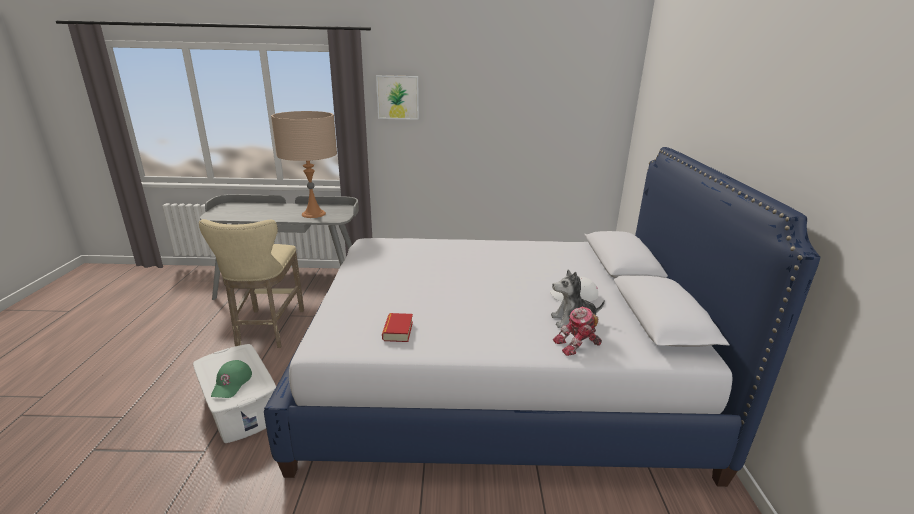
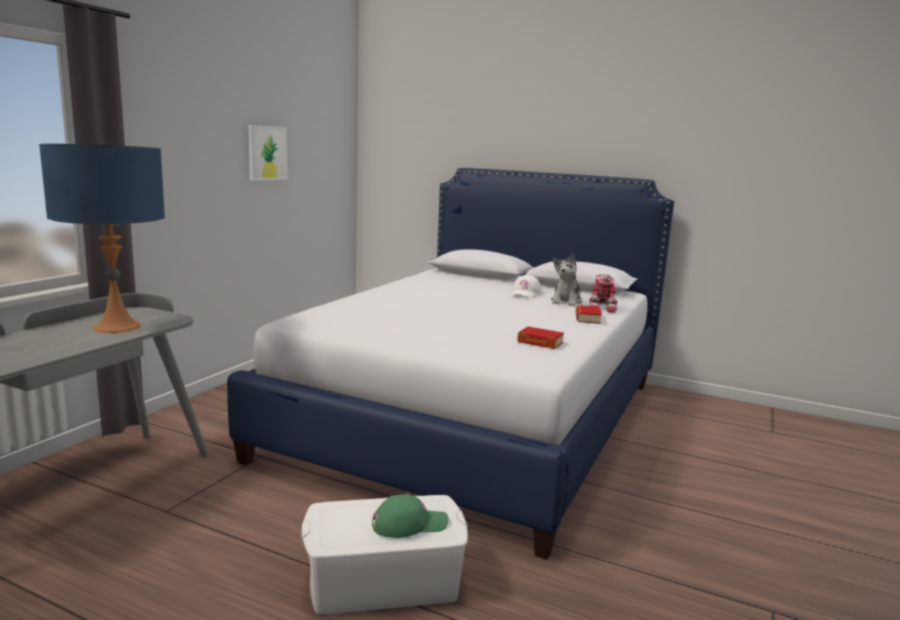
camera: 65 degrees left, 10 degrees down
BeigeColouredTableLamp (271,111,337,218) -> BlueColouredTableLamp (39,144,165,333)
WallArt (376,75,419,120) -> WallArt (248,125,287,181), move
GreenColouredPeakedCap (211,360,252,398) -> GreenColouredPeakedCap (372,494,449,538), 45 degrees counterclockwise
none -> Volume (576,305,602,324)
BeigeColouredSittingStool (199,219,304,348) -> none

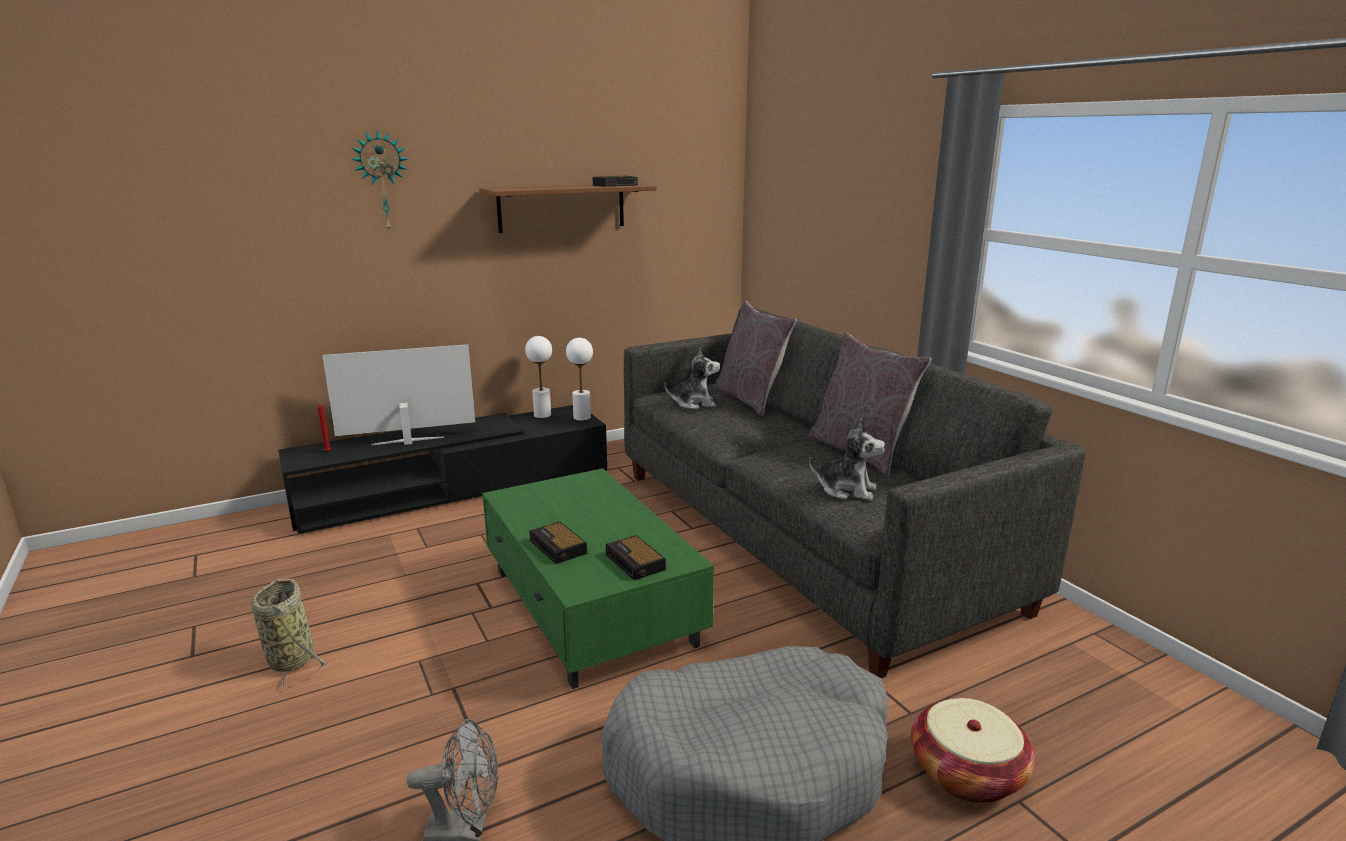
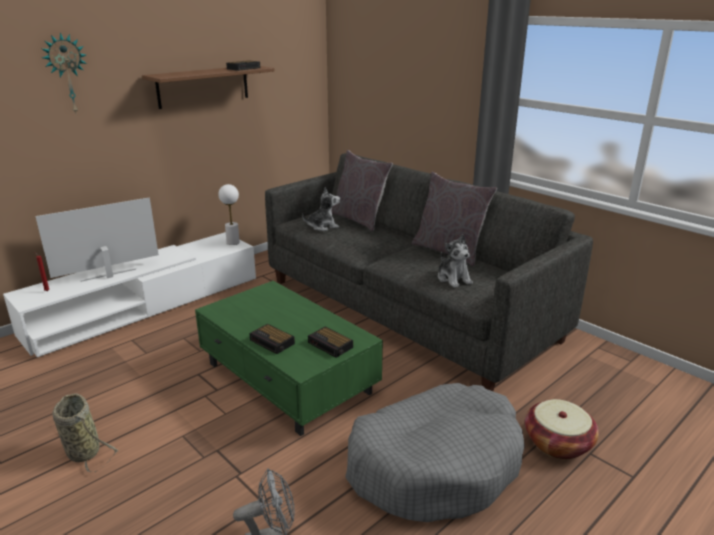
camera: 15 degrees left, 5 degrees up
BlackishMediaConsole (278,405,607,534) -> WhiteMediaConsole (3,232,256,357)
CuddlyToy (809,419,885,500) -> CuddlyToy (438,234,473,288), 60 degrees clockwise
WhiteTableLamp (525,336,552,418) -> none

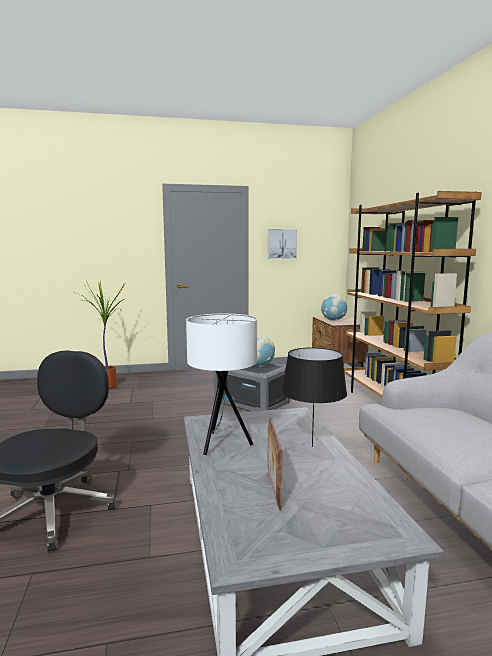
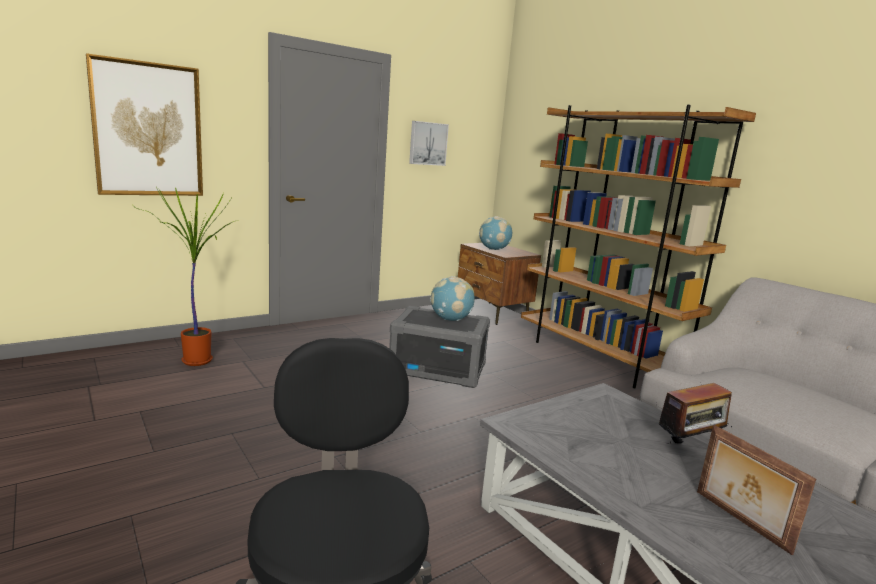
camera: 25 degrees left, 5 degrees up
none -> WallArt (86,53,203,196)
BlackishTableLamp (282,348,347,447) -> Radio (658,382,732,444)
WhiteTableLamp (186,313,257,455) -> none

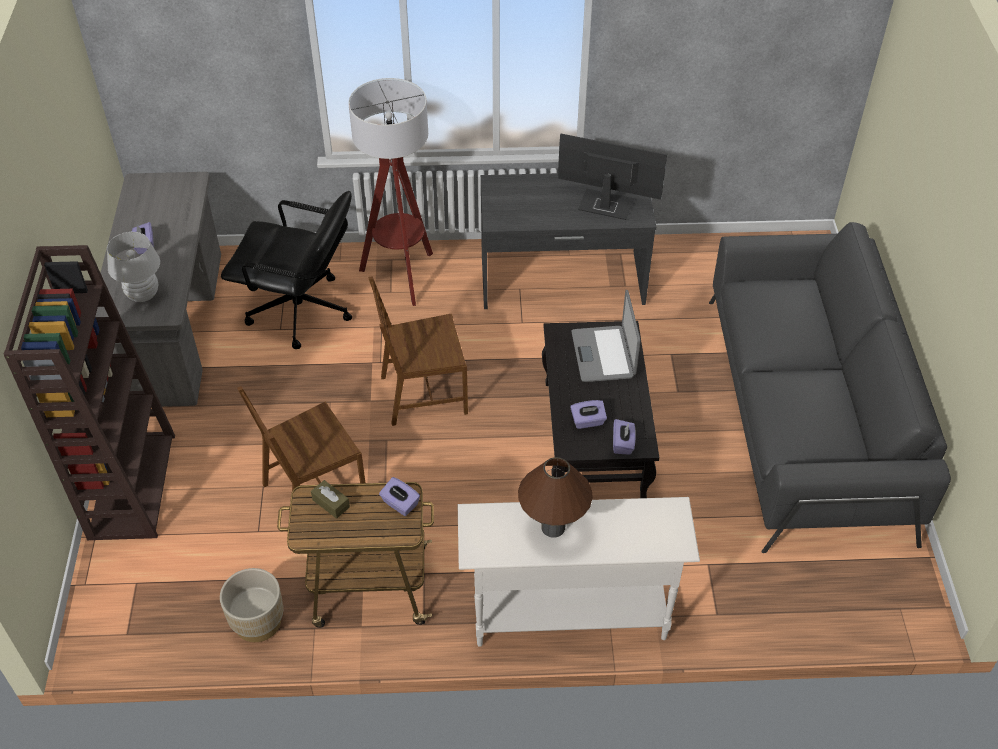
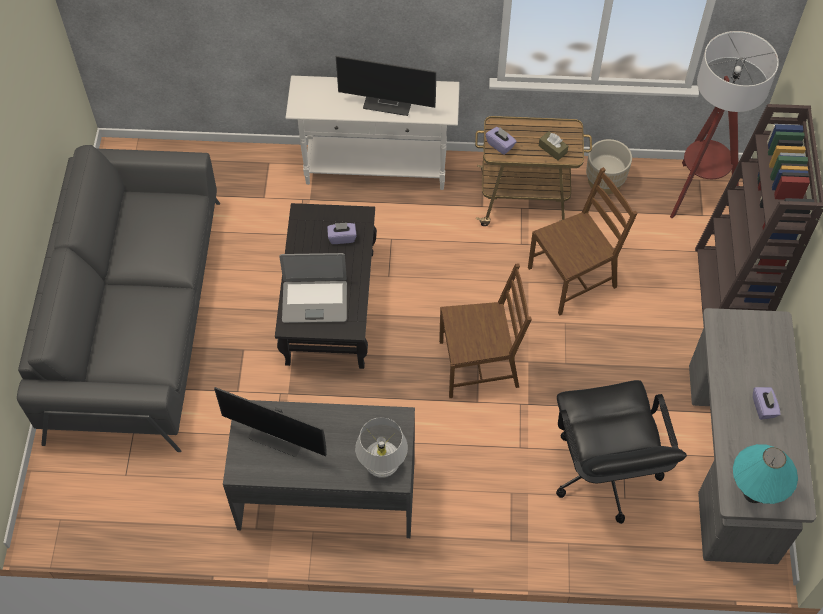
camera: 175 degrees left, 10 degrees up
NotebookComputer (571,290,641,382) -> NotebookComputer (279,253,347,323), 90 degrees clockwise
BrownTableLamp (518,457,593,538) -> ComputerScreen (336,56,436,116)
WhiteTableLamp (107,232,160,302) -> WhiteTableLamp (355,417,408,478), move
BlackishComputerChair (221,191,352,349) -> BlackishComputerChair (556,380,687,524), 120 degrees counterclockwise
StandardLamp (348,78,433,306) -> StandardLamp (670,31,779,218), move
none -> BlueGreenTableLamp (733,444,798,504)
PurpleTissueHolder (613,419,636,455) -> none

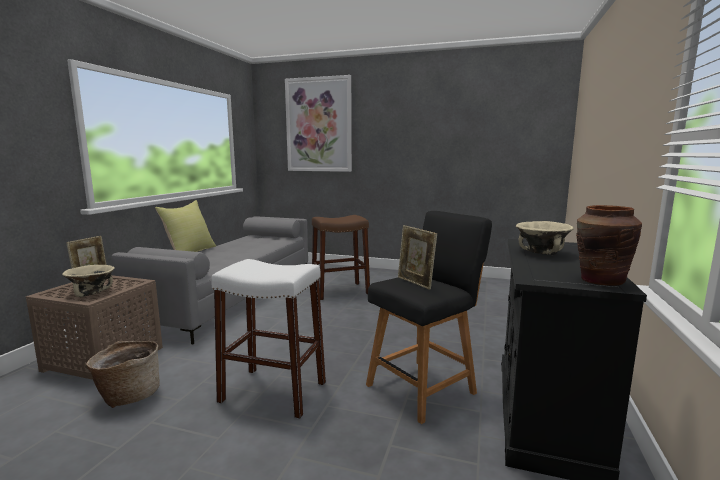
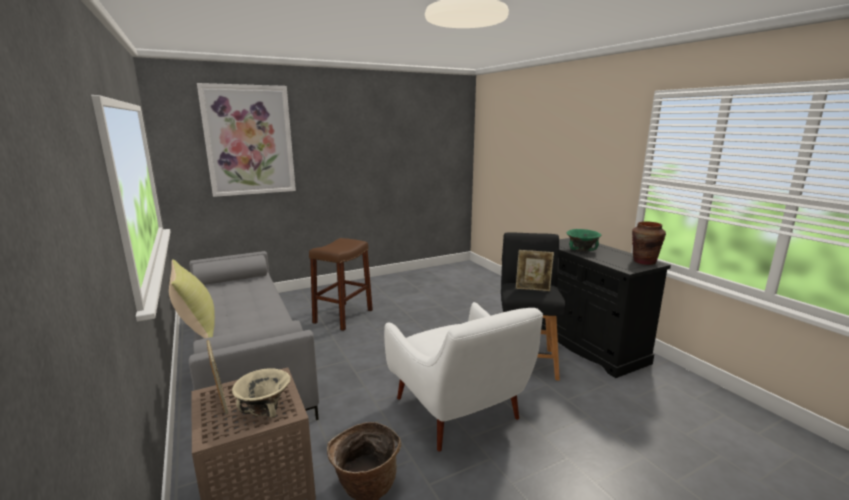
camera: 45 degrees left, 5 degrees up
WhiteSittingStool (211,259,326,419) -> WhiteEasyChair (384,302,543,451)
BeigeColouredBowl (516,221,574,255) -> GreenColouredBowl (566,229,601,251)

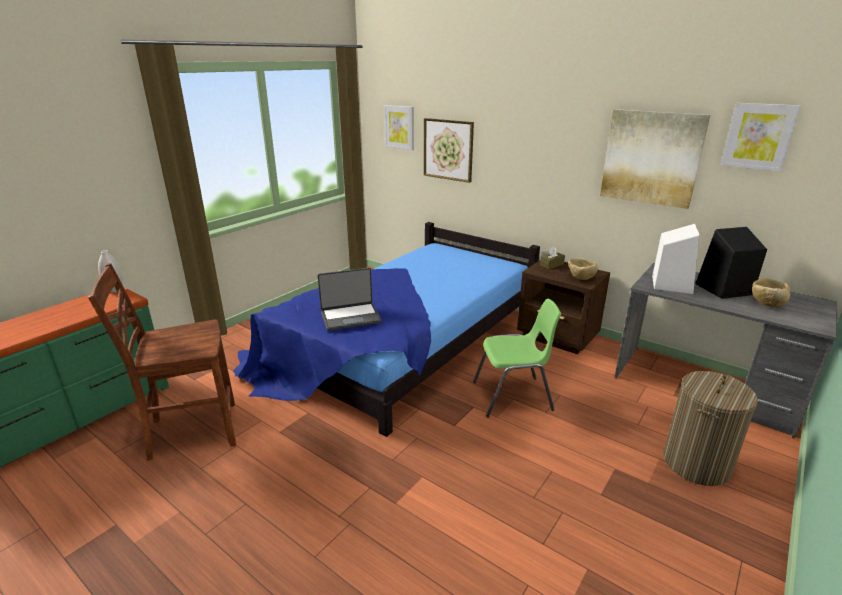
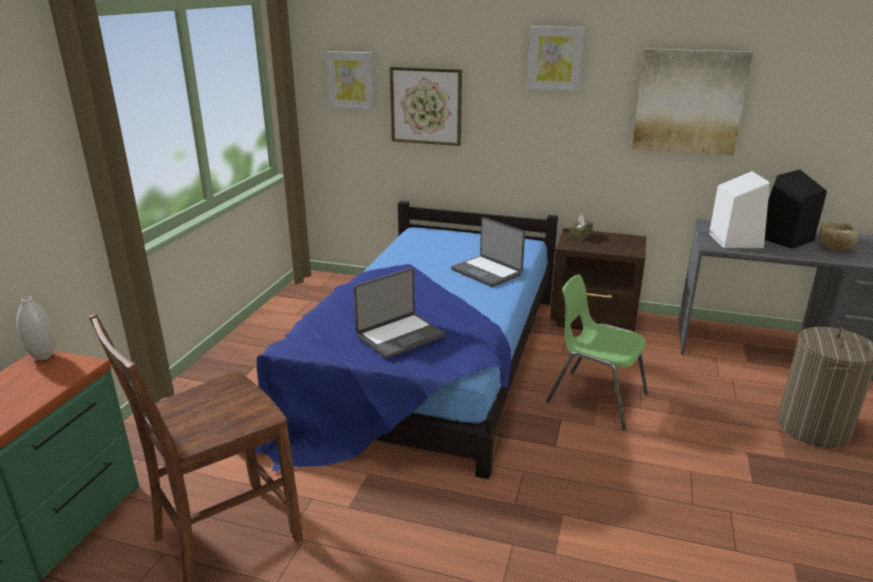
camera: 20 degrees left, 0 degrees up
none -> NotebookComputer (451,217,525,287)
WallArt (721,103,801,172) -> WallArt (527,26,585,91), move
GreenColouredPlainChair (473,299,561,418) -> GreenColouredPlainChair (546,274,648,430), 120 degrees counterclockwise
BeigeColouredBowl (568,258,598,280) -> none

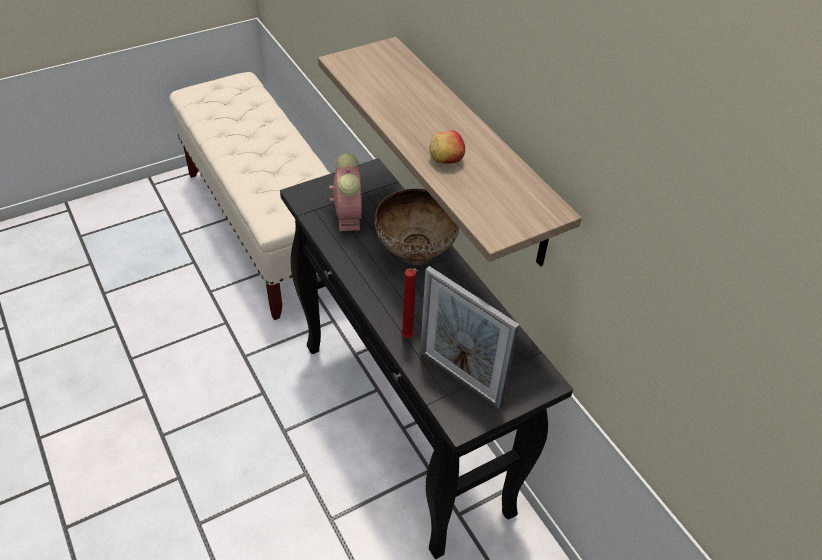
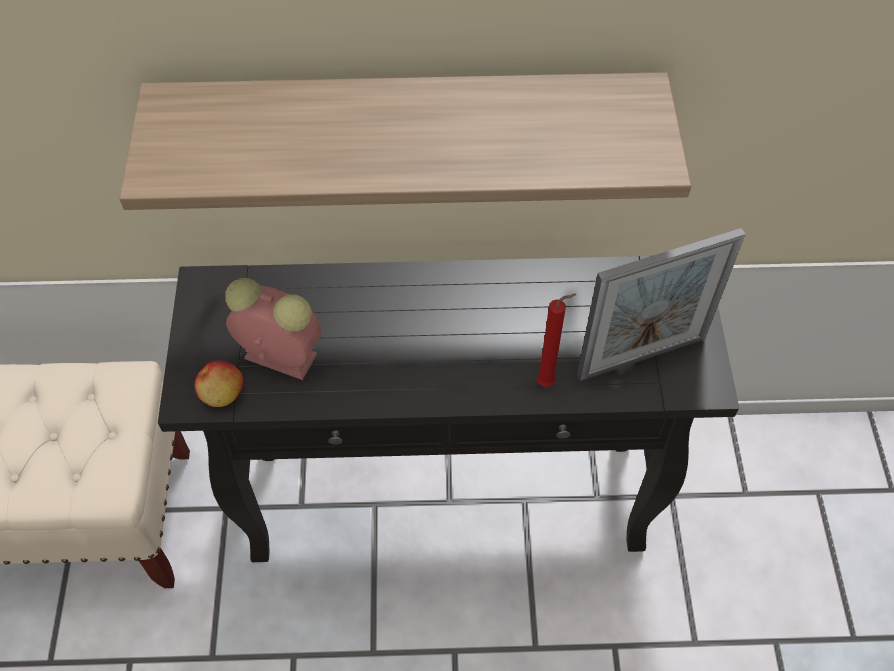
camera: 60 degrees left, 10 degrees up
WholeApple (429,130,465,164) -> WholeApple (195,361,243,407), move
Bowl (375,188,459,265) -> none

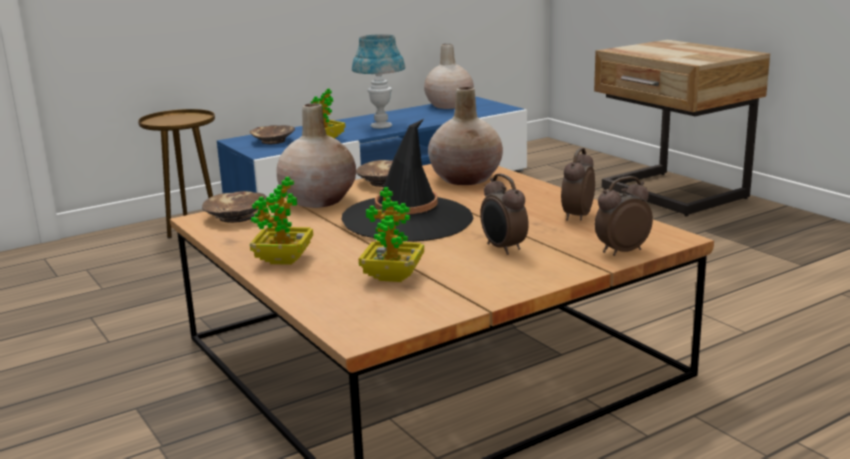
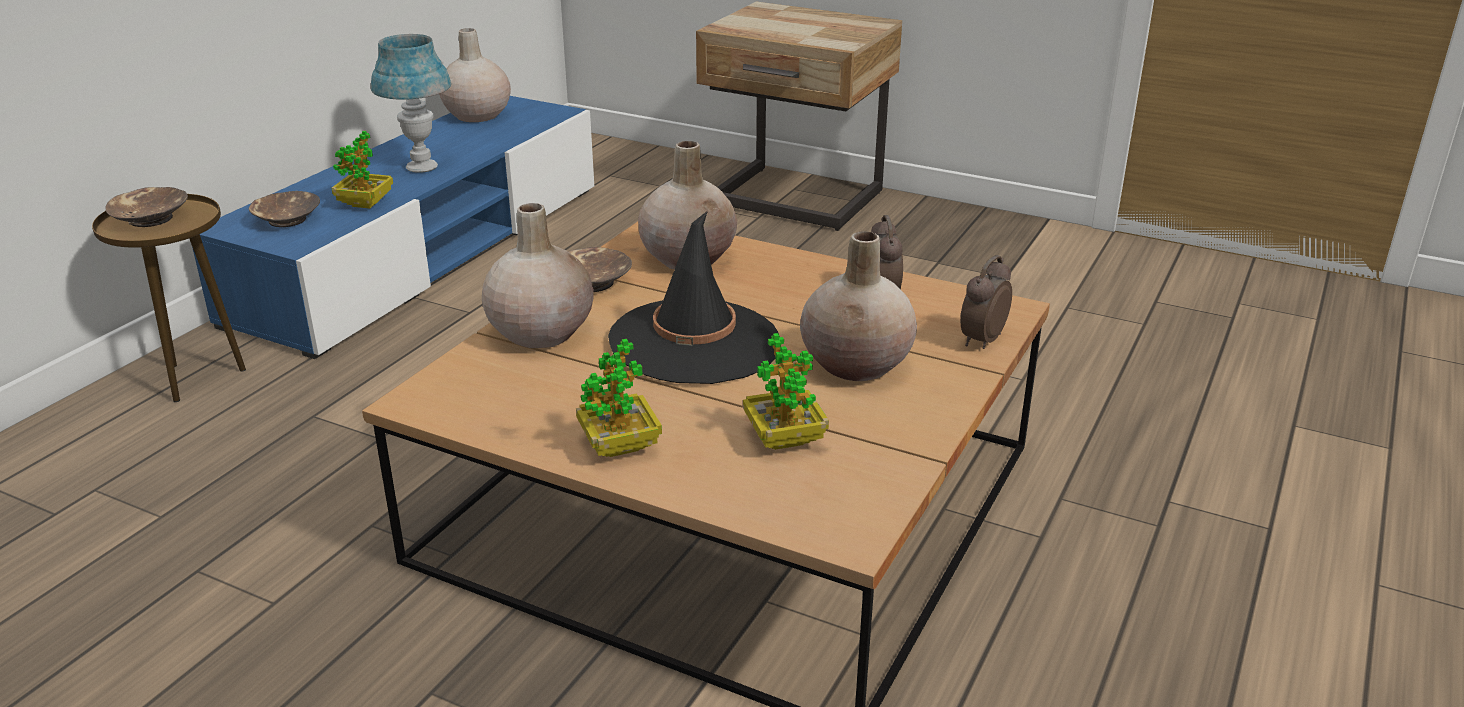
camera: 30 degrees left, 10 degrees up
BrownBowl (202,191,267,223) -> BrownBowl (105,187,188,227), move
AlarmClock (480,174,529,255) -> BeigeColouredFlowerVase (800,231,917,381)

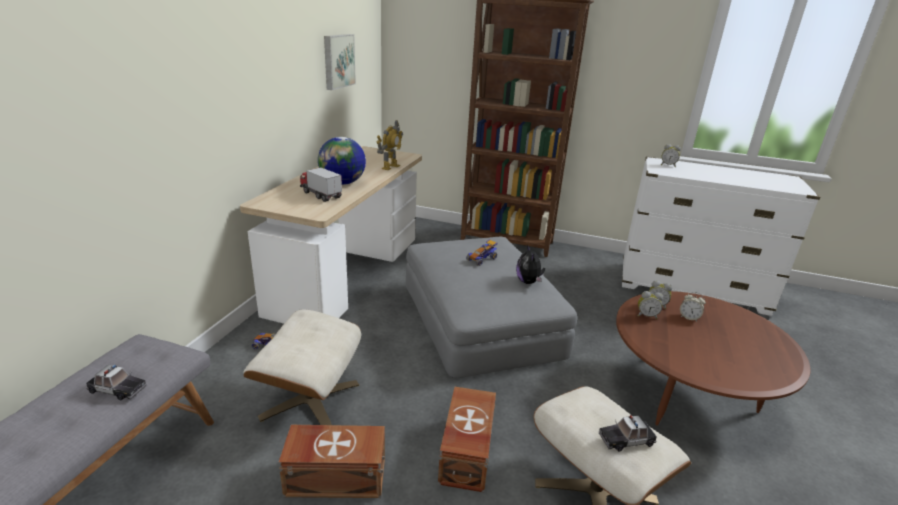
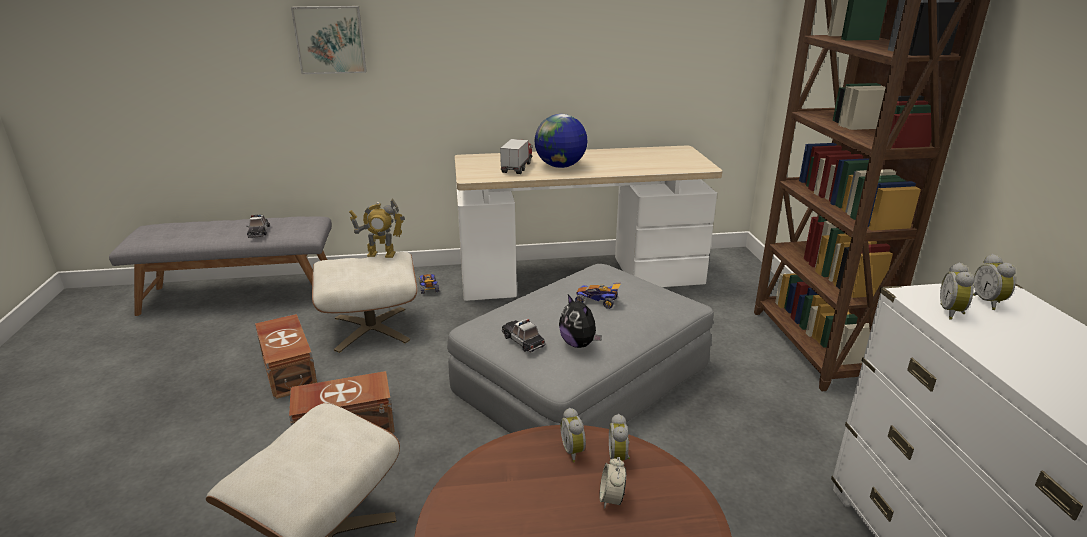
camera: 65 degrees right, 0 degrees up
WallArt (324,34,356,90) -> WallArt (291,6,367,74), move
ModelRobot (376,120,403,170) -> ModelRobot (349,198,405,258), move
MiniatureCar (599,415,657,452) -> MiniatureCar (502,319,545,352), move
CuddlyToy (516,244,545,284) -> CuddlyToy (559,294,602,348), 90 degrees counterclockwise
none -> AlarmClock (940,263,974,320)

